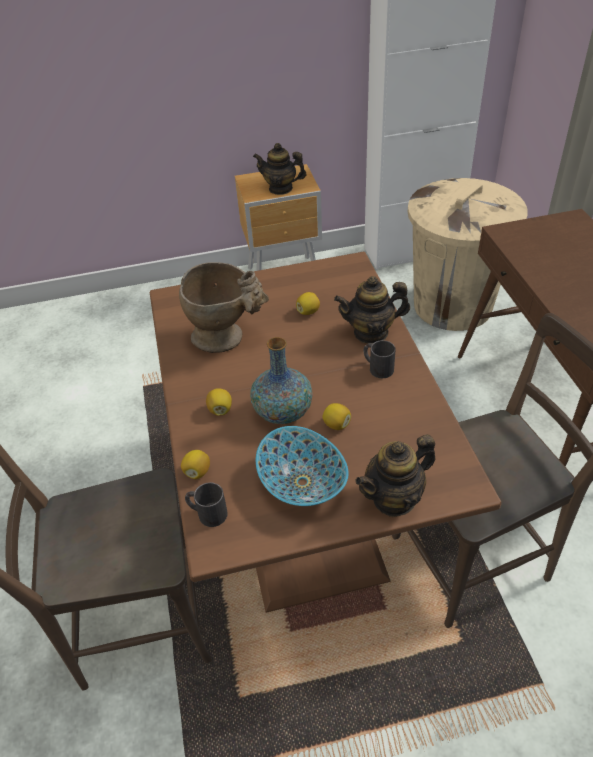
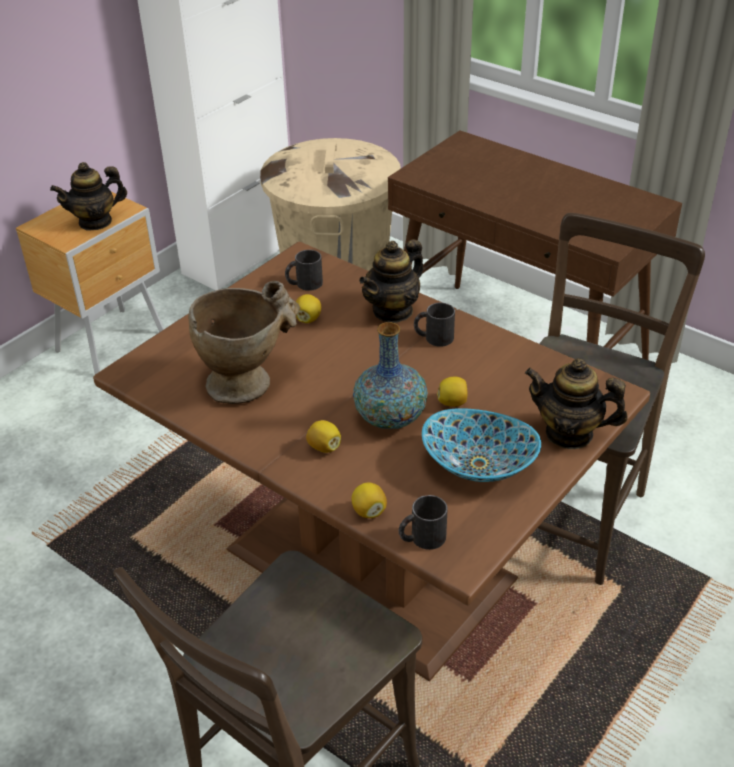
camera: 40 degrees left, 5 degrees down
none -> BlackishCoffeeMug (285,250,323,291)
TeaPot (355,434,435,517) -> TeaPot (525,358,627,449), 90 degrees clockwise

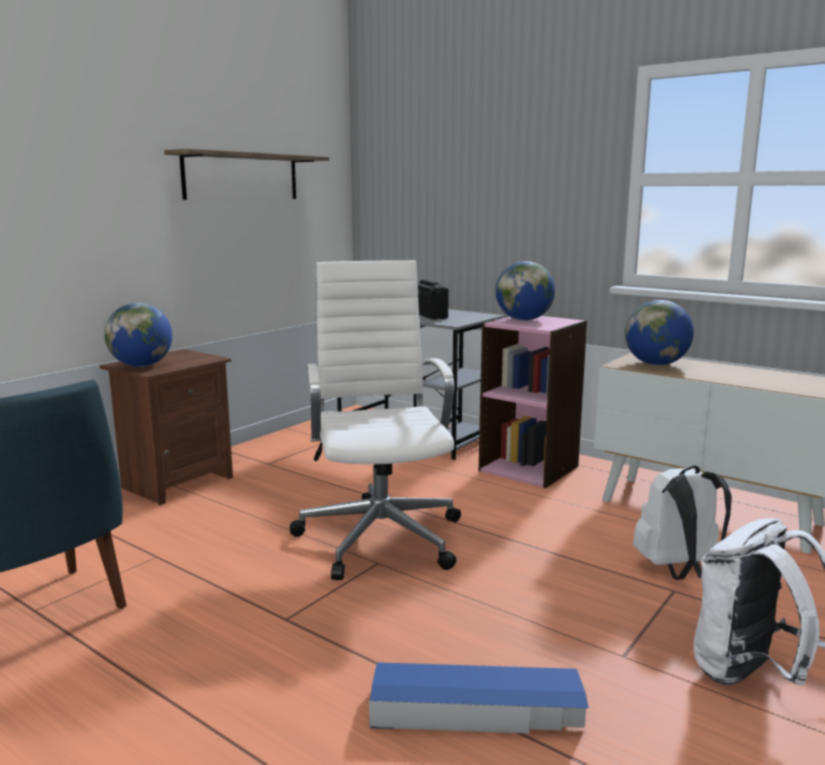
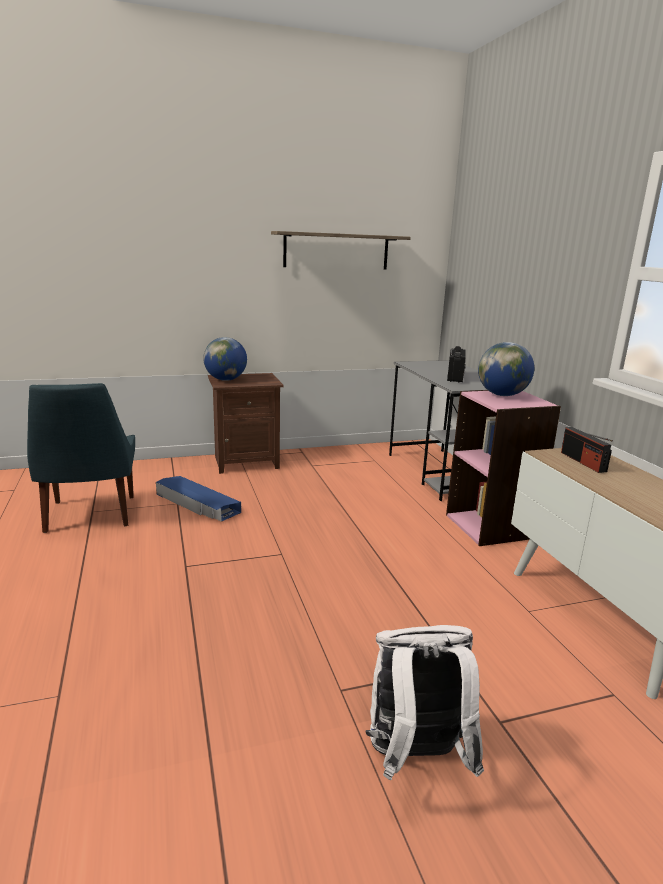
camera: 35 degrees right, 5 degrees up
BlueColouredStorageBox (369,662,589,734) -> BlueColouredStorageBox (156,476,242,522), move
DeskGlobe (625,300,694,365) -> Radio (561,427,613,473)
WhiteComputerChair (290,260,461,580) -> none
WhiteBackpack (633,465,732,580) -> none

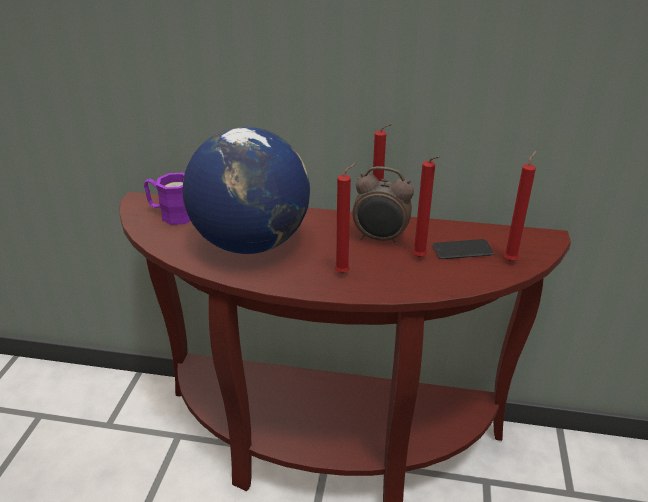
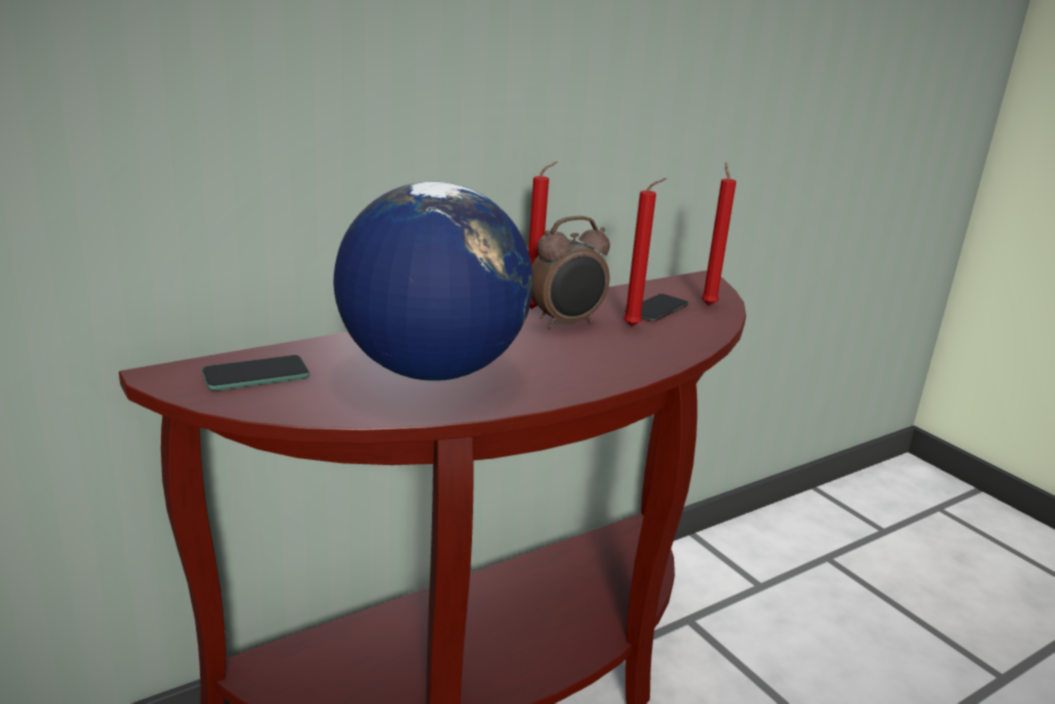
camera: 45 degrees left, 10 degrees down
PurpleCoffeeMug (144,173,191,225) -> Handset (202,355,310,391)
ReddishWaxCandle (335,163,357,274) -> none

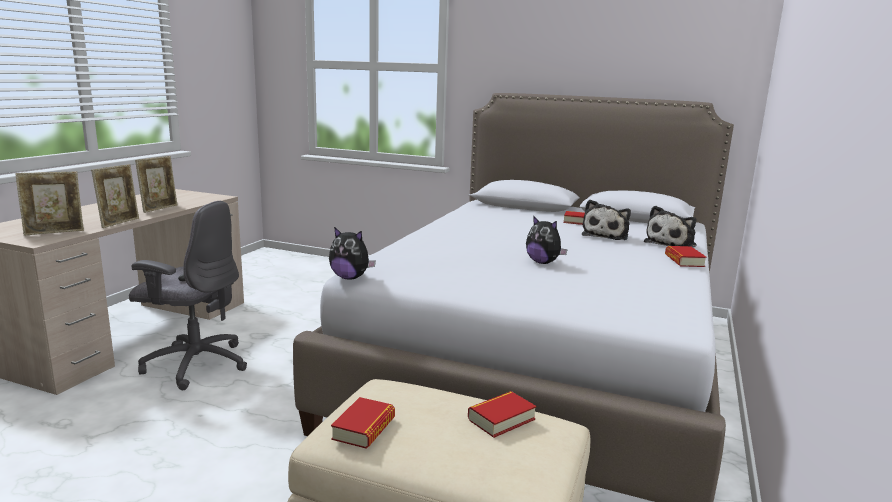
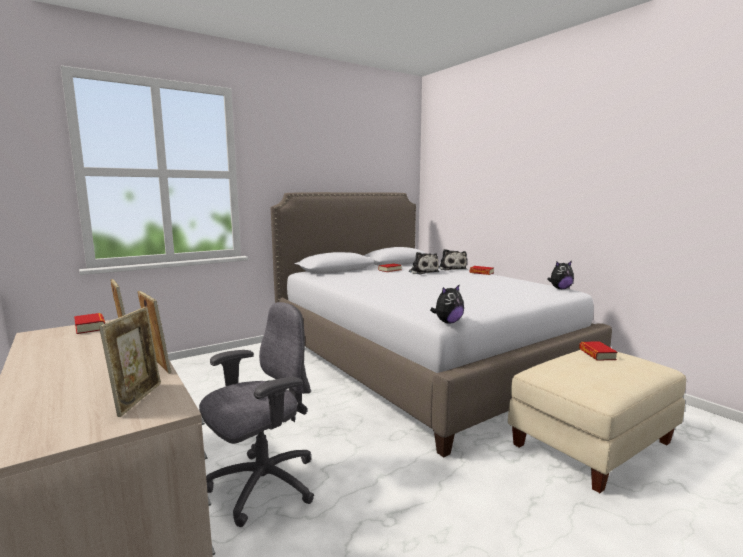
camera: 55 degrees left, 5 degrees down
Volume (331,397,395,449) -> Volume (74,313,105,334), move
CuddlyToy (526,215,568,264) -> CuddlyToy (547,261,574,289), move

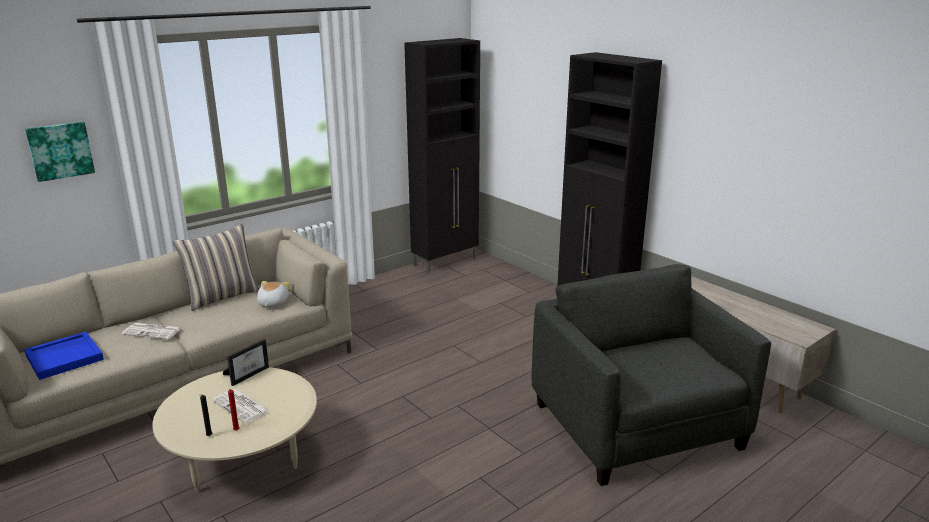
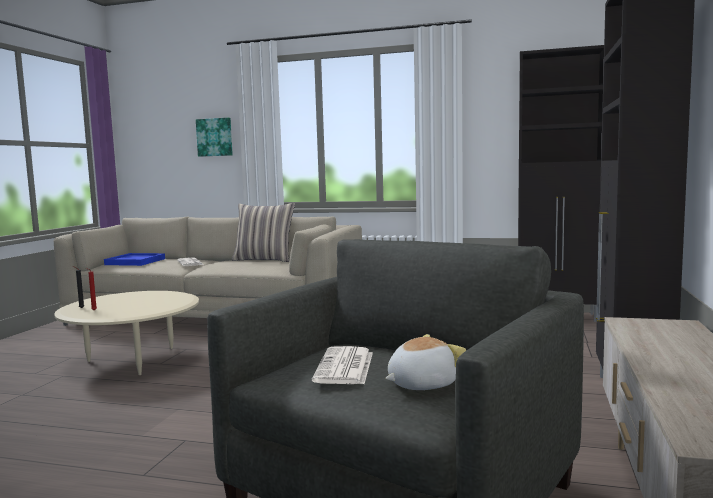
camera: 55 degrees right, 15 degrees down
PrintedPaper (212,389,270,424) -> PrintedPaper (312,346,373,384), move
CuddlyToy (257,281,290,307) -> CuddlyToy (385,334,466,390), move
StandingFrame (223,339,269,386) -> none

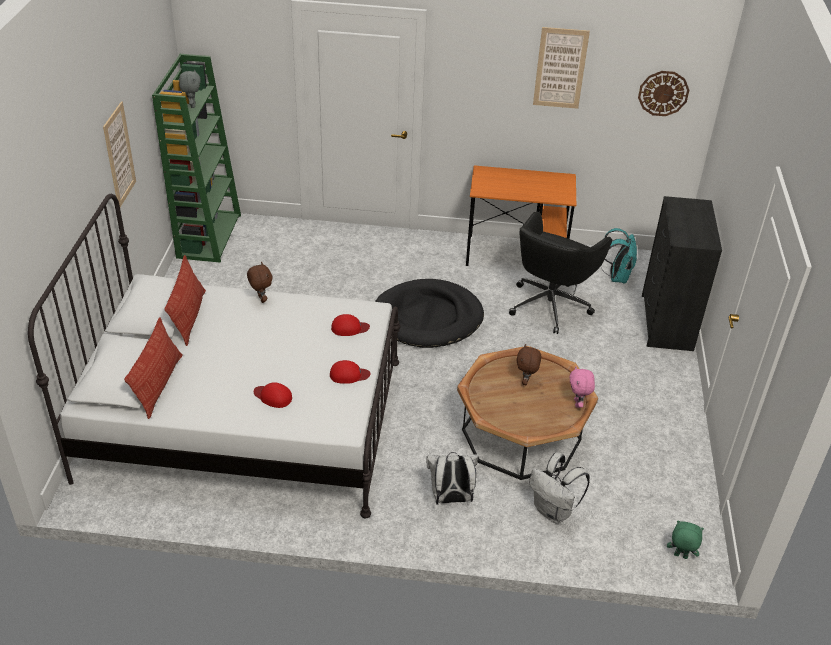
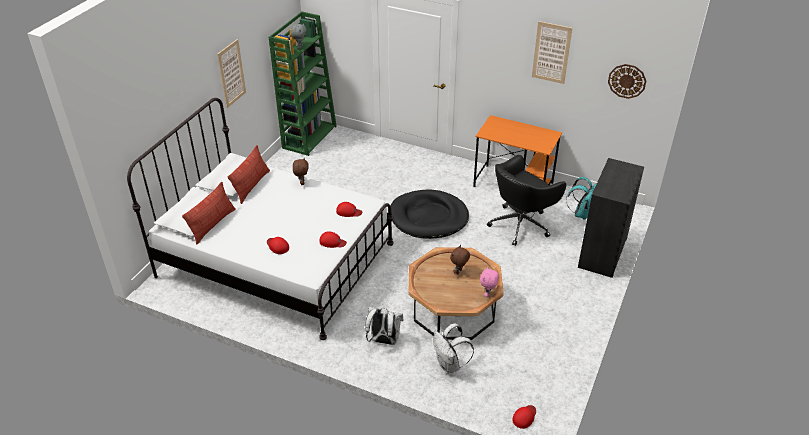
camera: 20 degrees right, 0 degrees up
GreenColouredCuddlyToy (667,521,704,559) -> ReddishPeakedCap (512,405,536,429)

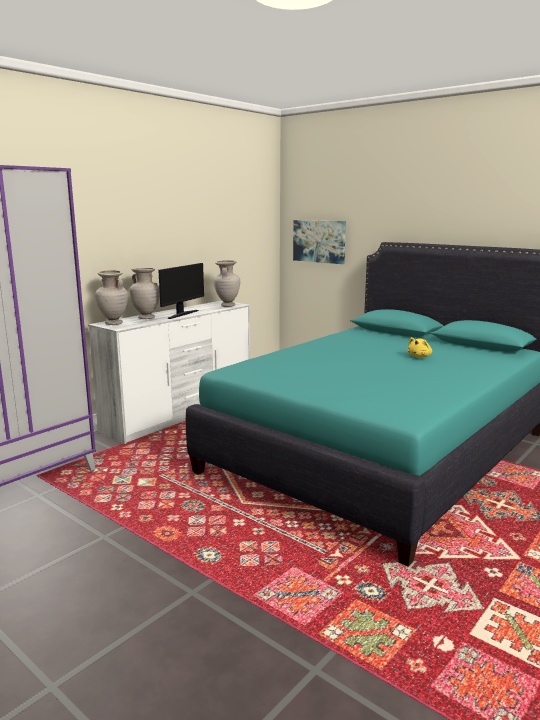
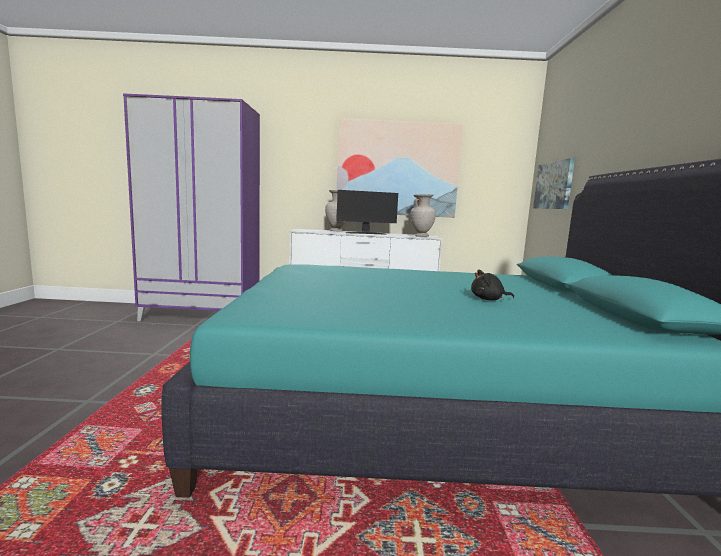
camera: 50 degrees right, 5 degrees down
none -> WallArt (337,118,463,218)
YellowColouredCuddlyToy (407,337,432,358) -> BlackishCuddlyToy (471,269,514,300)
BeigeColouredFlowerVase (95,270,128,325) -> none

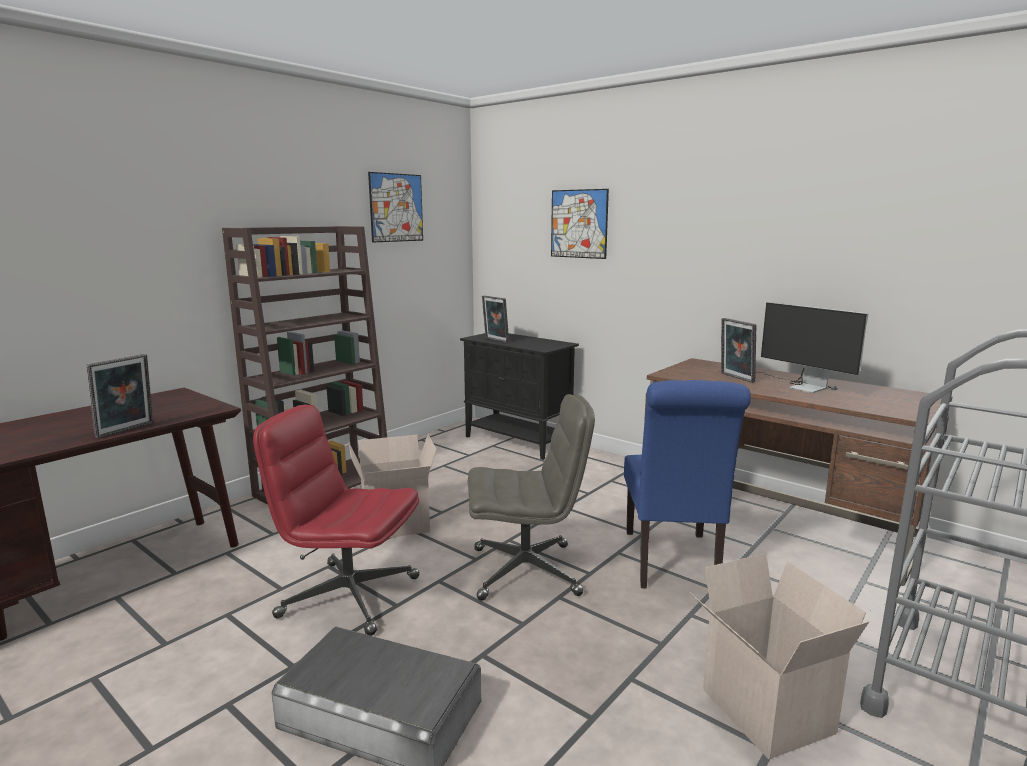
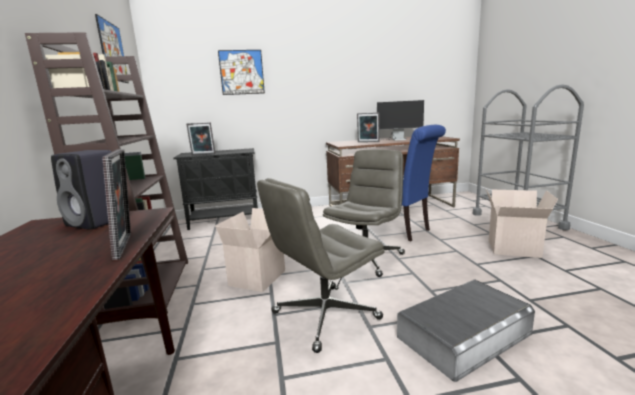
camera: 50 degrees left, 0 degrees up
none -> BlackishSpeaker (51,150,112,230)
ReddishComputerChair (253,405,420,636) -> GreyishComputerChair (257,178,385,353)

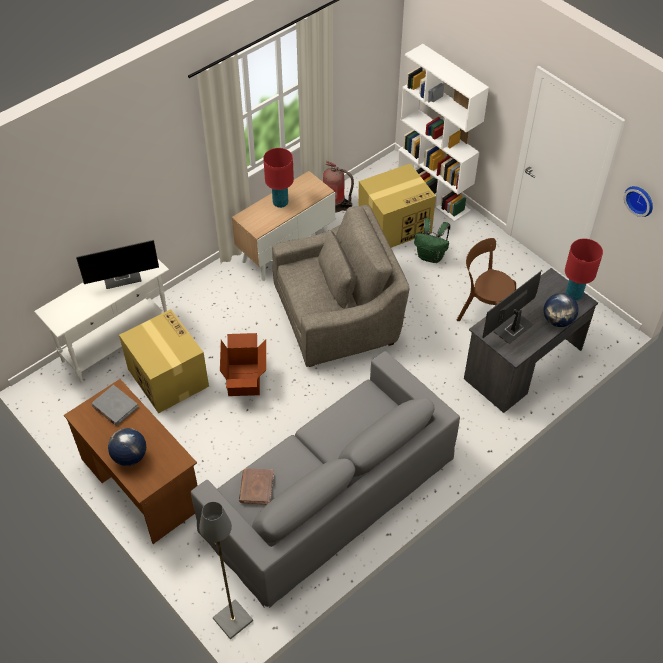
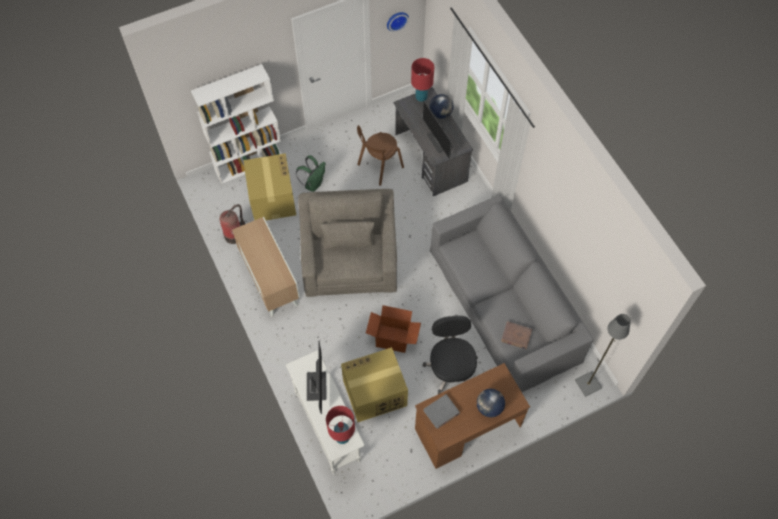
camera: 75 degrees left, 10 degrees up
ReddishTableLamp (263,148,294,208) -> ReddishTableLamp (326,406,355,444), move
none -> BlackishComputerChair (423,315,478,394)

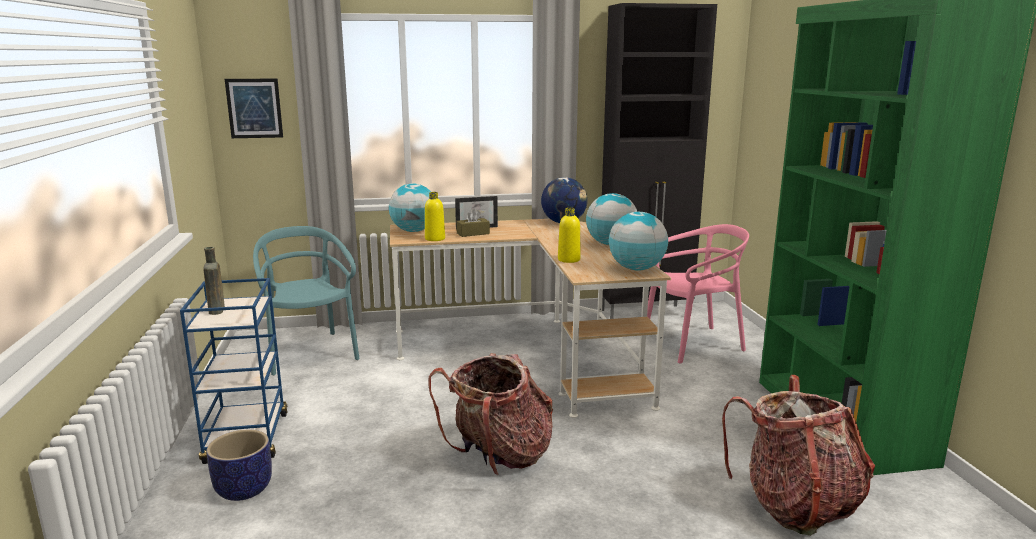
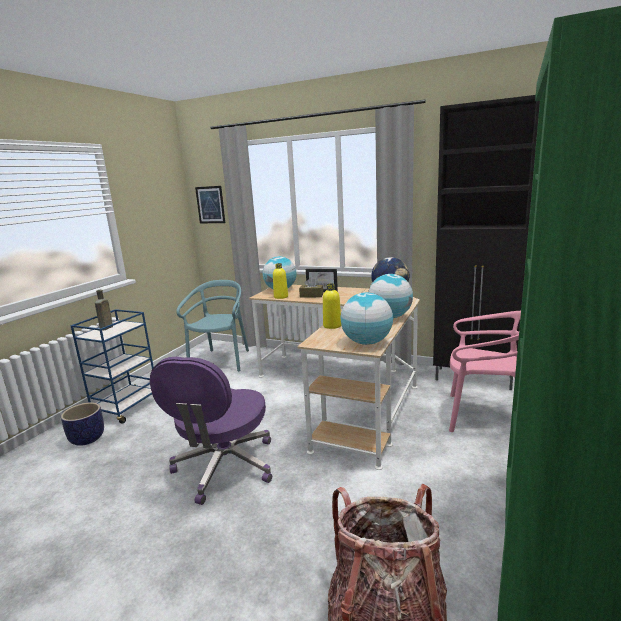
camera: 35 degrees right, 0 degrees up
Backpack (428,353,553,475) -> PurpleComputerChair (150,357,272,505)

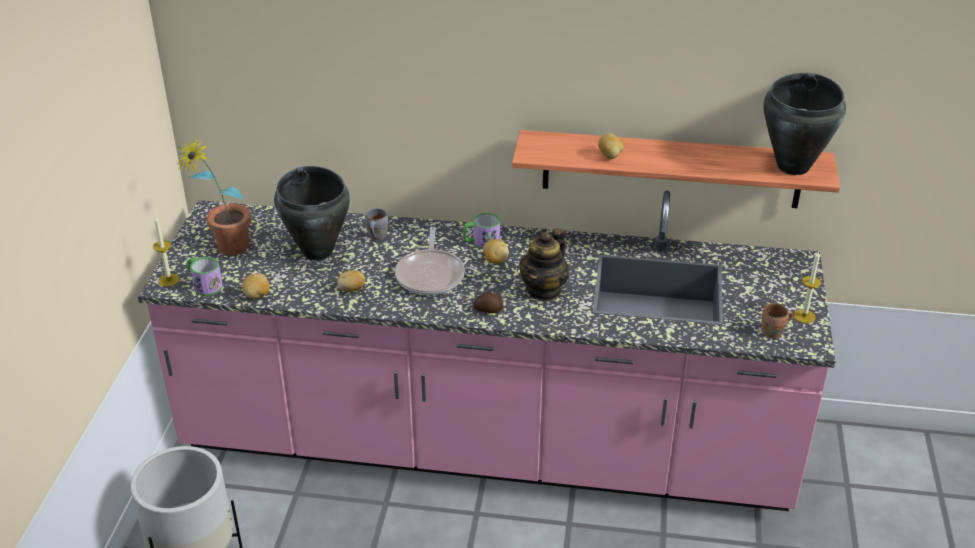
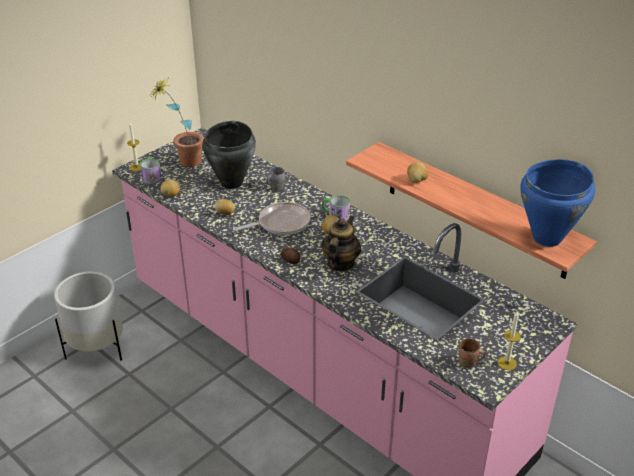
camera: 35 degrees right, 0 degrees up
Pan (395,227,465,295) -> Pan (233,202,311,235), 150 degrees counterclockwise
TeaPot (519,228,569,301) -> TeaPot (321,216,362,271), 135 degrees clockwise
BlackishCookingPot (764,73,846,175) -> BlueColouredCookingPot (520,159,595,247)

